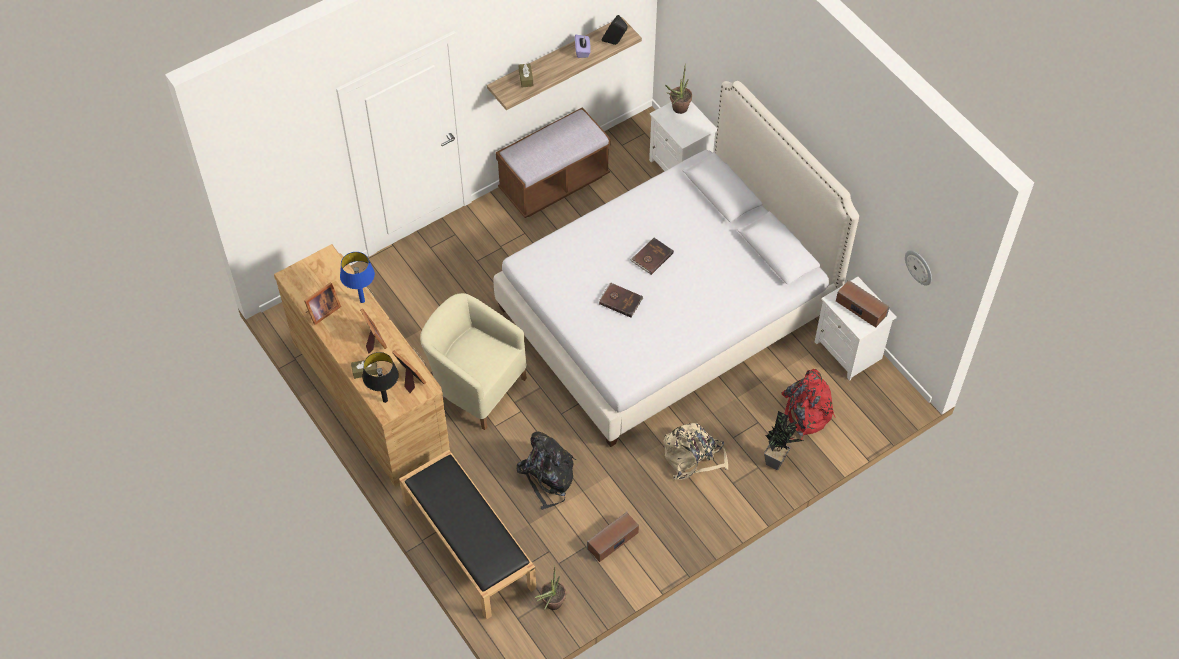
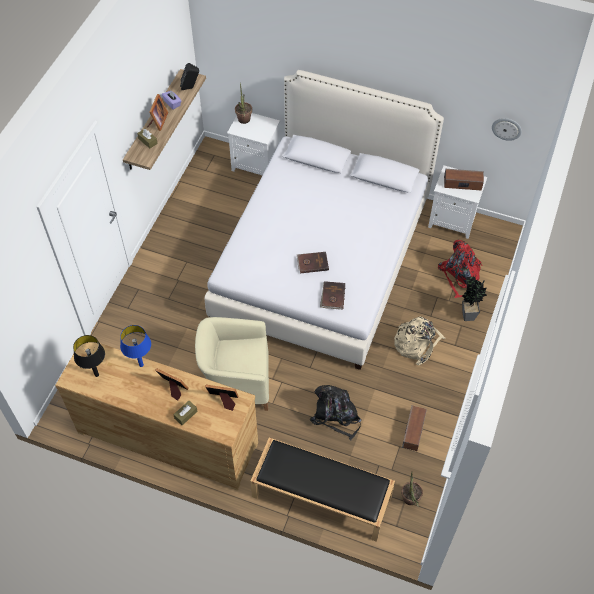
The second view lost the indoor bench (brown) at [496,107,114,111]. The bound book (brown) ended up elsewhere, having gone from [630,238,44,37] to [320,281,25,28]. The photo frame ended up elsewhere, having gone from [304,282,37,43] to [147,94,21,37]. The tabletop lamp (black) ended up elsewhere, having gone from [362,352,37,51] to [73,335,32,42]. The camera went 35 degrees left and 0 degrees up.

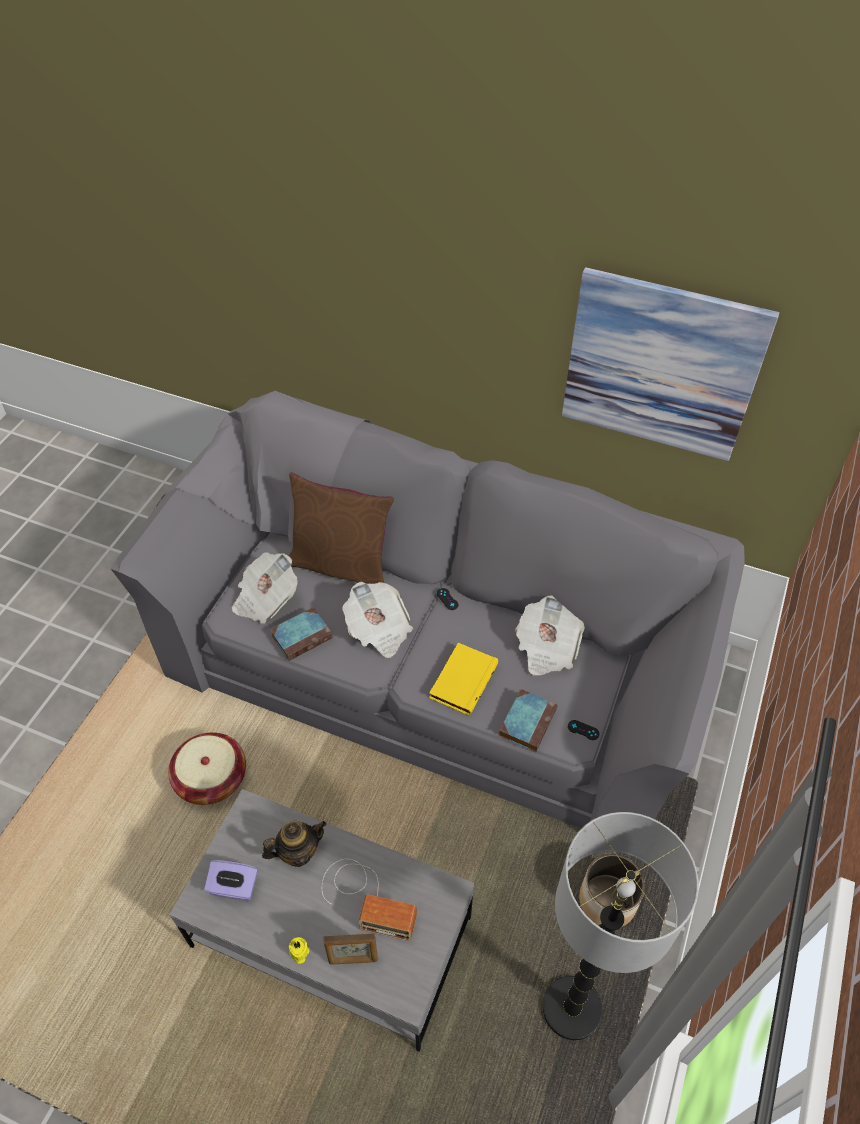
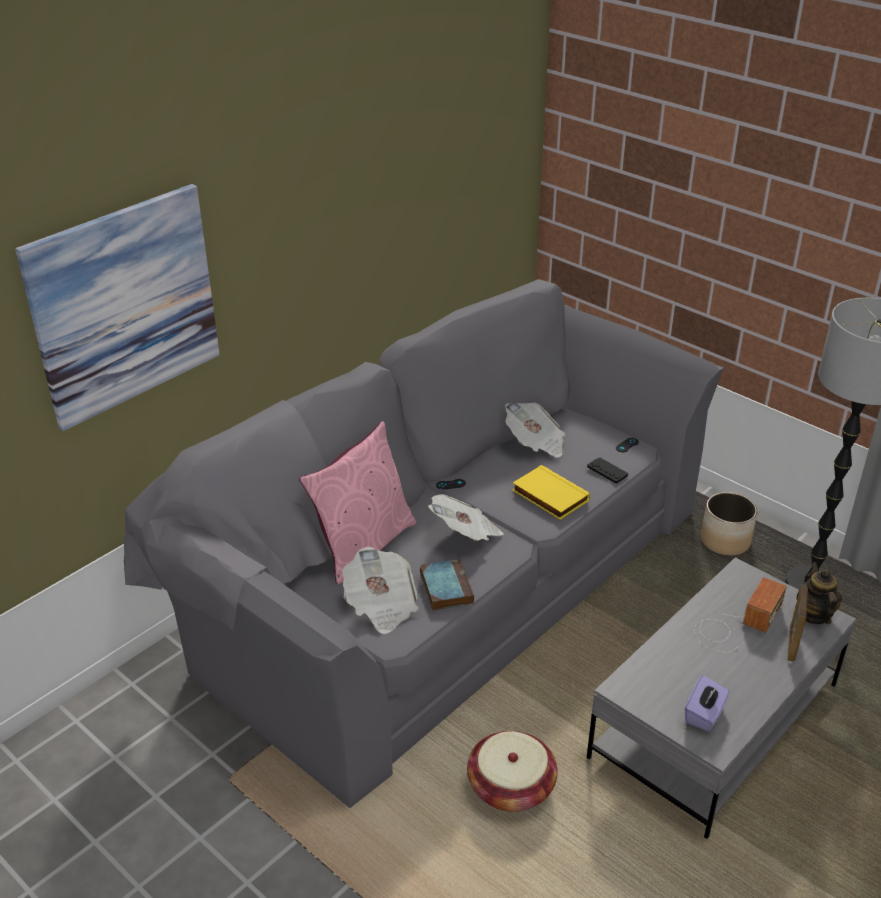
The wall art ended up elsewhere, having gone from [562,267,217,194] to [15,184,205,247]. What was the pillow (brown) at [289,472,105,112] turned into the pillow (pink) at [299,421,117,163]. Where the bound book stood at [499,689,58,63], the joypad (black) came to stand at [587,457,41,27]. The pot for tea ended up elsewhere, having gone from [262,821,64,46] to [796,562,46,62]. The second view lost the candle (yellow-coloured) at [289,937,20,27]. The camera went 70 degrees left and 15 degrees down.

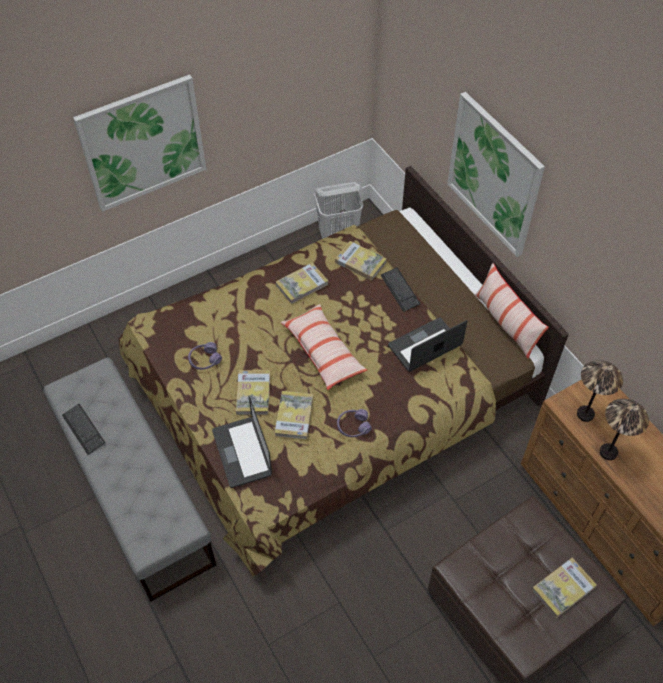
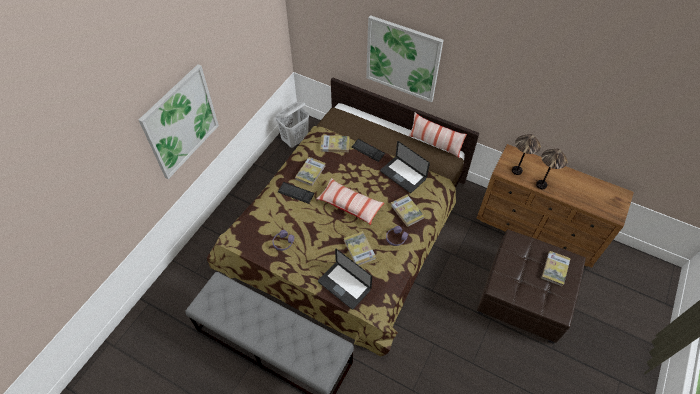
The notebook computer at [388,318,79,54] ended up facing another way, 75 degrees counterclockwise from before. The bound book ended up elsewhere, having gone from [236,370,34,45] to [391,195,33,32]. The computer keyboard ended up elsewhere, having gone from [62,404,43,51] to [278,182,36,22]. The camera went 30 degrees left and 0 degrees up.

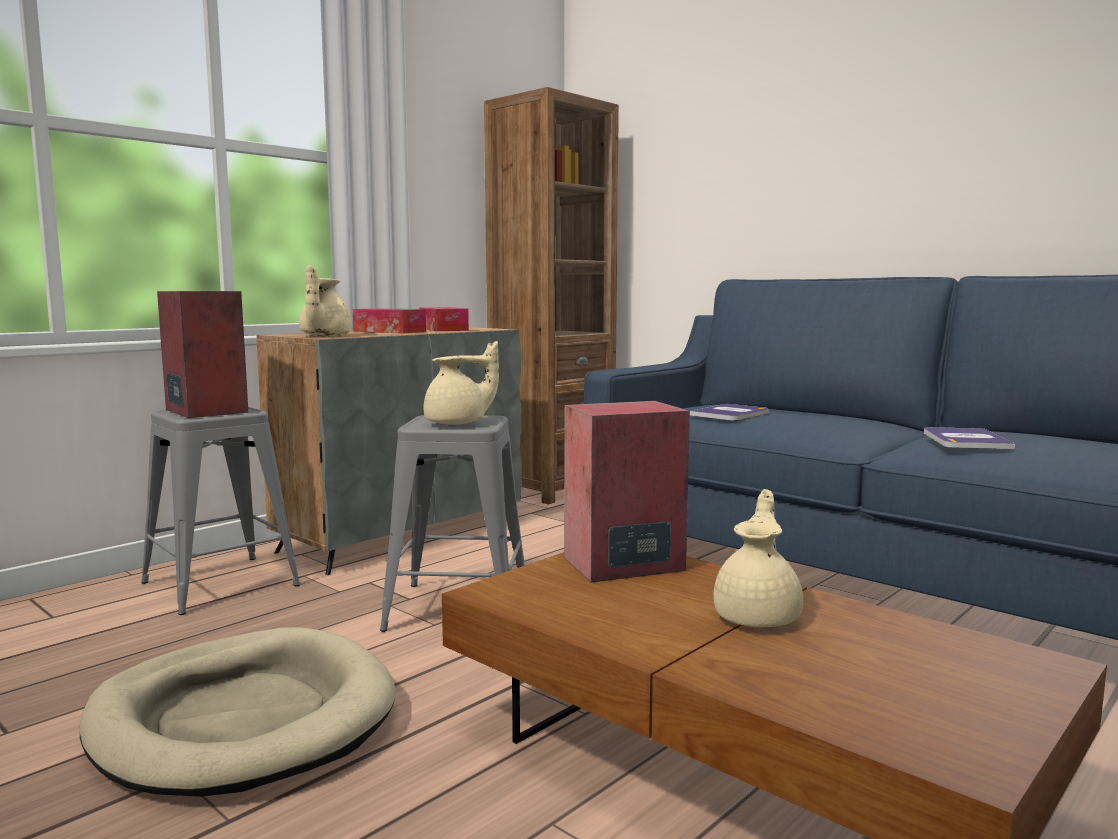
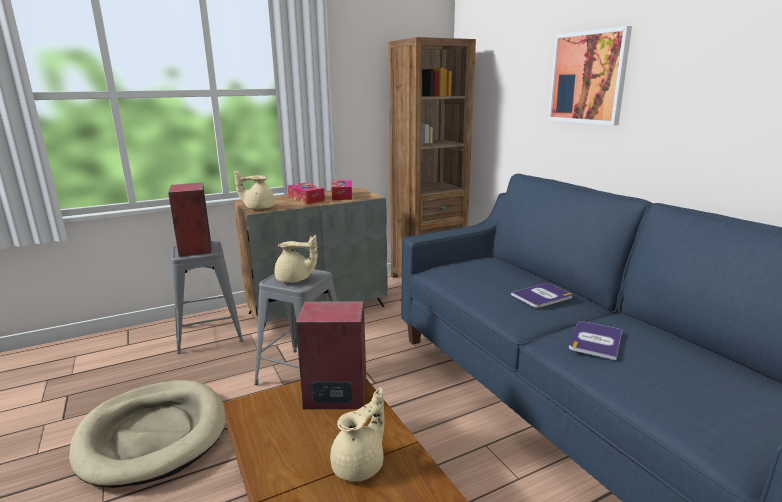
The pot for tea (beige-coloured) at [299,265,53,71] ended up facing another way, 60 degrees clockwise from before. The bound book ended up elsewhere, having gone from [690,404,79,17] to [511,283,61,25]. The second view gained the wall art at [548,26,84,100]. The camera went 20 degrees right and 10 degrees up.

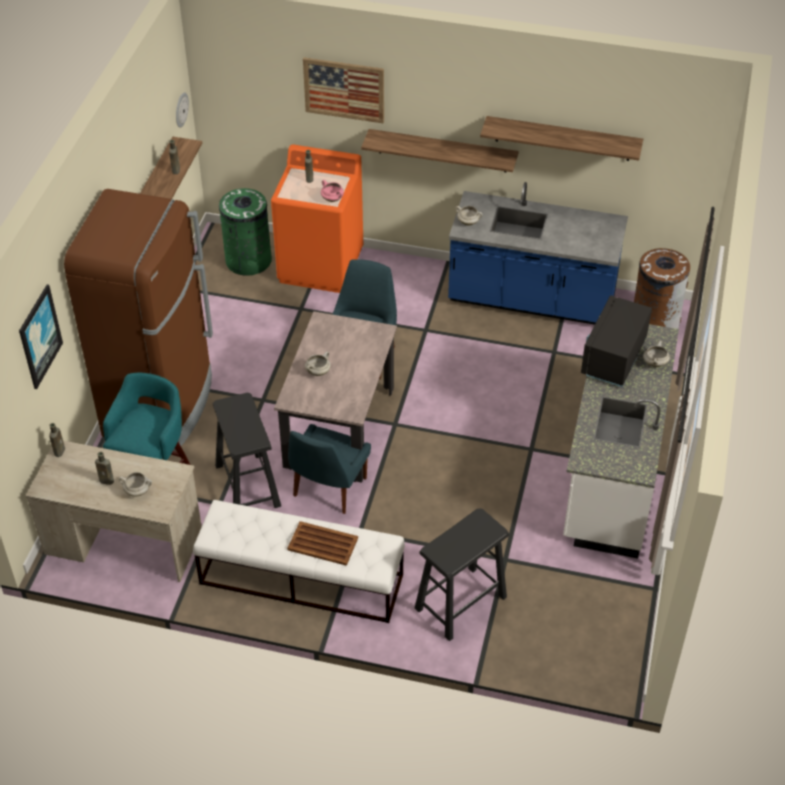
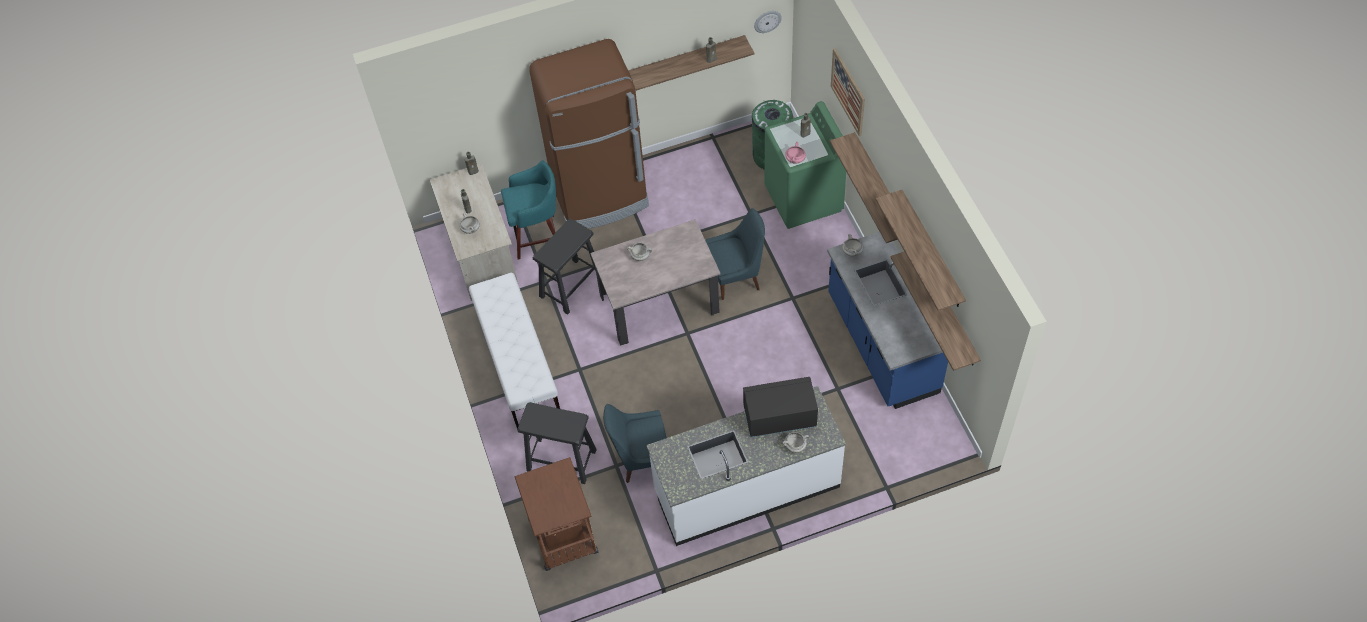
What was the laundry machine (orangey) at [271,145,92,148] turned into the laundry machine (green) at [764,101,82,128]. The second view lost the trash can (brown) at [634,248,56,81]. The second view lost the wall art at [19,284,44,105]. The upright chair (blue-coloured) ended up elsewhere, having gone from [288,424,83,90] to [603,404,63,79]. The second view lost the carrying tray (brown) at [287,521,71,45]. The second view gained the bracket shelf at [891,251,90,120]. The second view gained the cart (brown) at [514,457,84,114]. The camera went 60 degrees right and 10 degrees up.

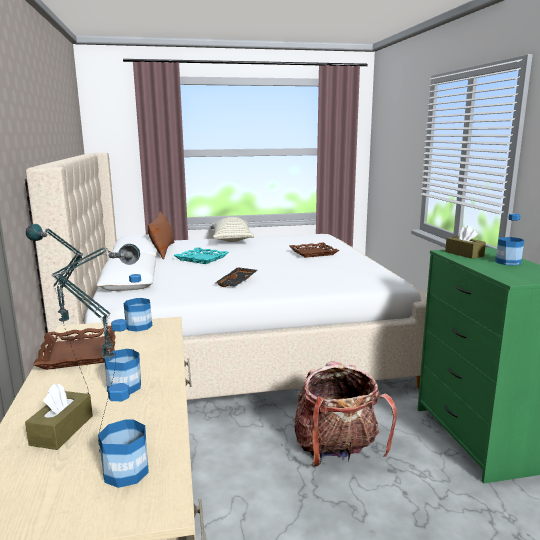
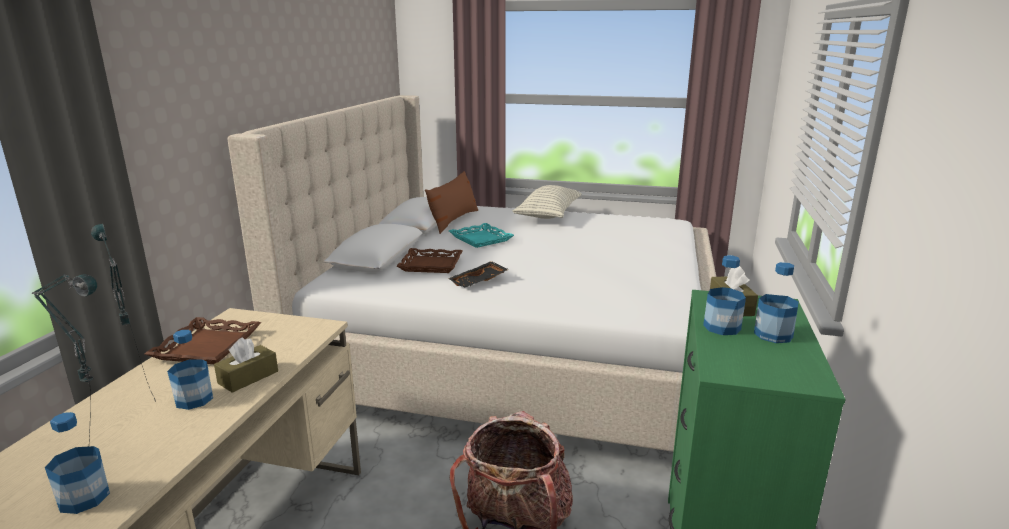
The carrying tray (brown) ended up elsewhere, having gone from [289,243,50,15] to [397,248,66,25]. The drink bottle ended up elsewhere, having gone from [124,274,28,58] to [703,255,43,80]. The tissue holder (brown) ended up elsewhere, having gone from [25,383,68,67] to [214,337,64,56]. The camera went 25 degrees right and 5 degrees up.

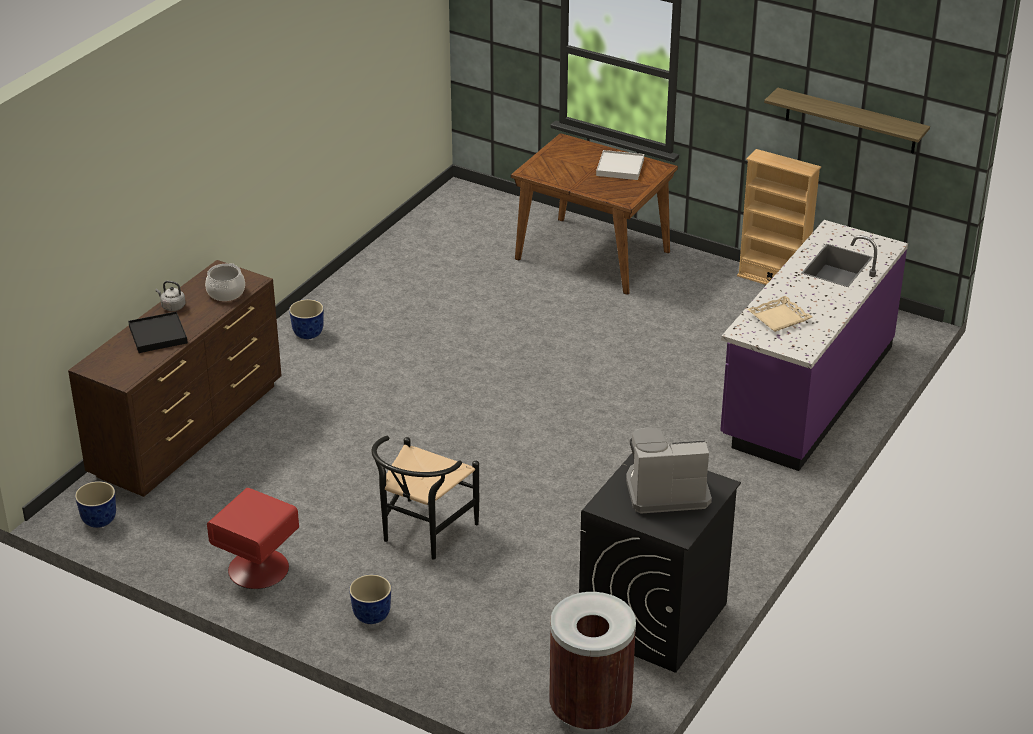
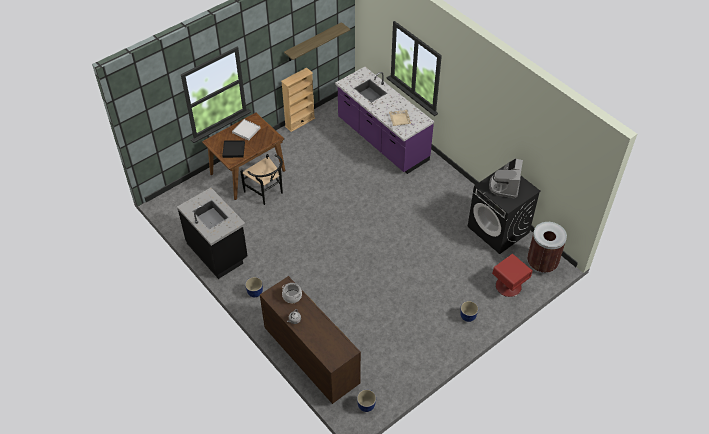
The carrying tray (black) ended up elsewhere, having gone from [128,311,60,42] to [222,140,23,18]. The upright chair (black) ended up elsewhere, having gone from [372,436,107,124] to [240,154,43,51]. The nightstand (reddish) ended up elsewhere, having gone from [207,488,92,101] to [492,254,41,43]. The second view gained the kitchen counter (black) at [177,188,71,91]. The camera went 70 degrees left and 15 degrees up.

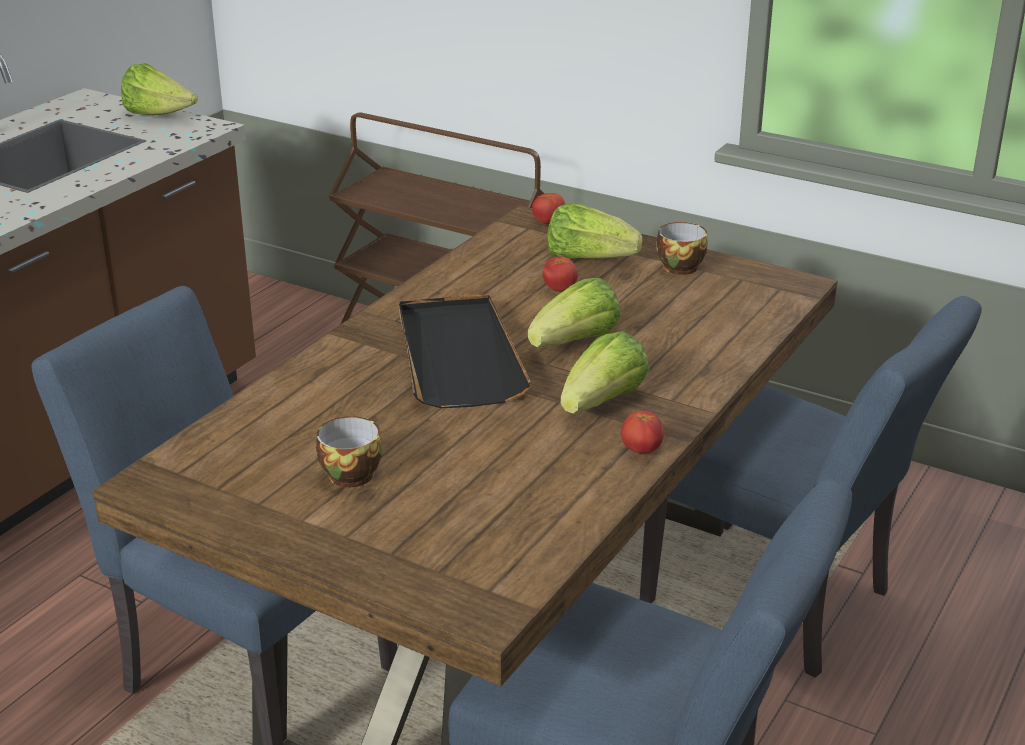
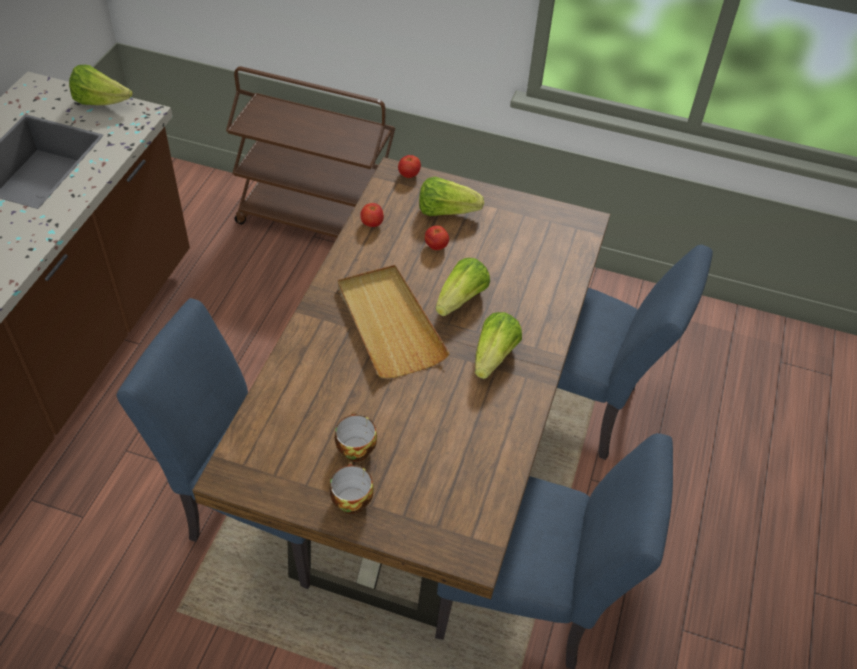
The cup ended up elsewhere, having gone from [657,222,51,53] to [329,462,45,52]. What was the carrying tray (black) at [399,294,133,114] turned into the carrying tray (beige-coloured) at [337,265,113,113]. The whole tomato ended up elsewhere, having gone from [621,411,43,43] to [360,203,24,24]. The camera went 15 degrees left and 20 degrees up.

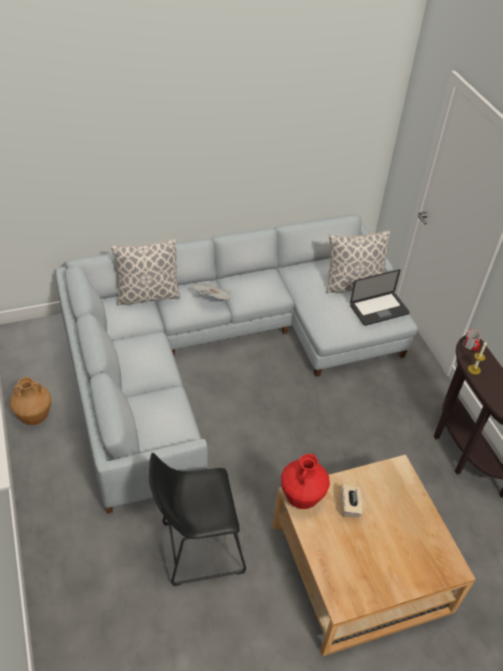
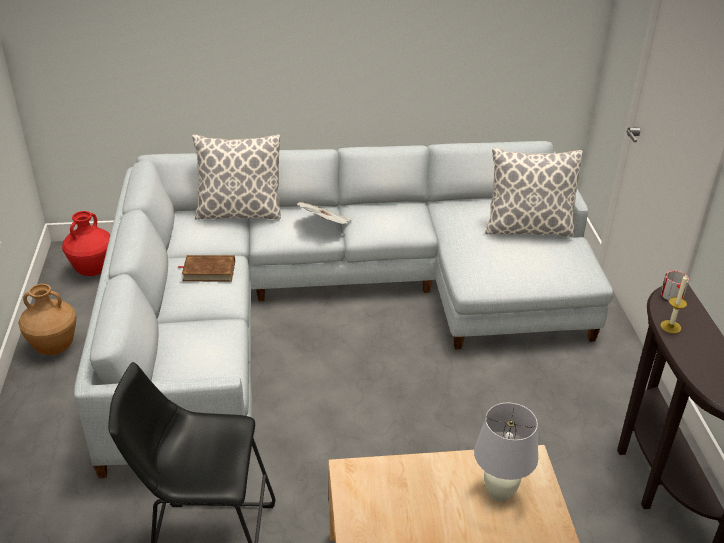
The second view lost the notebook computer at [350,269,60,57]. The decorative vase (reddish) ended up elsewhere, having gone from [281,453,49,56] to [62,211,48,65]. The second view lost the tissue holder (beige-coloured) at [341,484,22,33]. The second view gained the bound book (brown) at [178,255,57,26]. The second view gained the tabletop lamp (white) at [474,403,64,99]. The camera went 15 degrees right and 10 degrees down.

